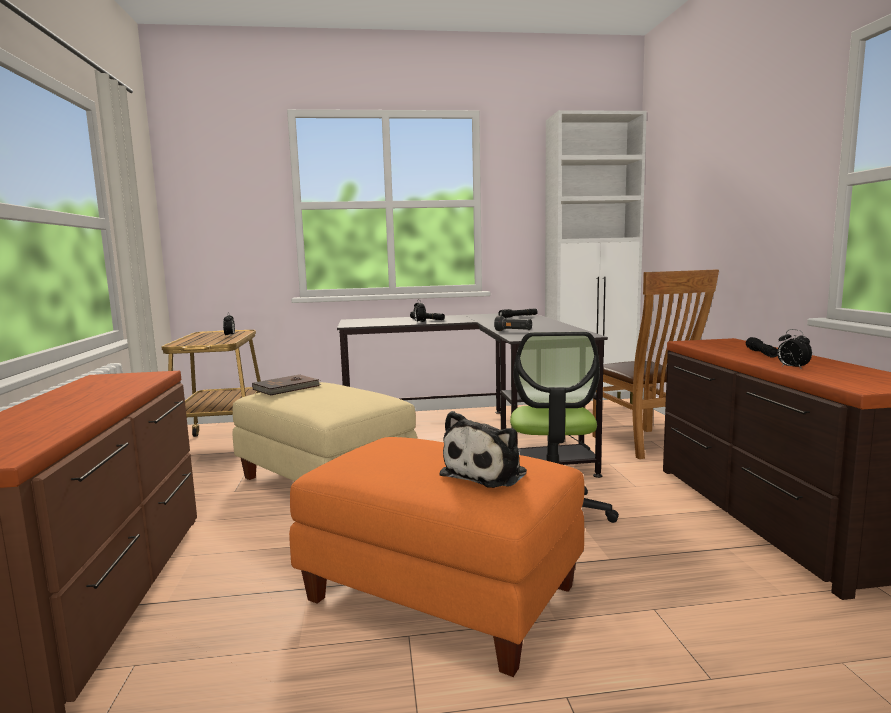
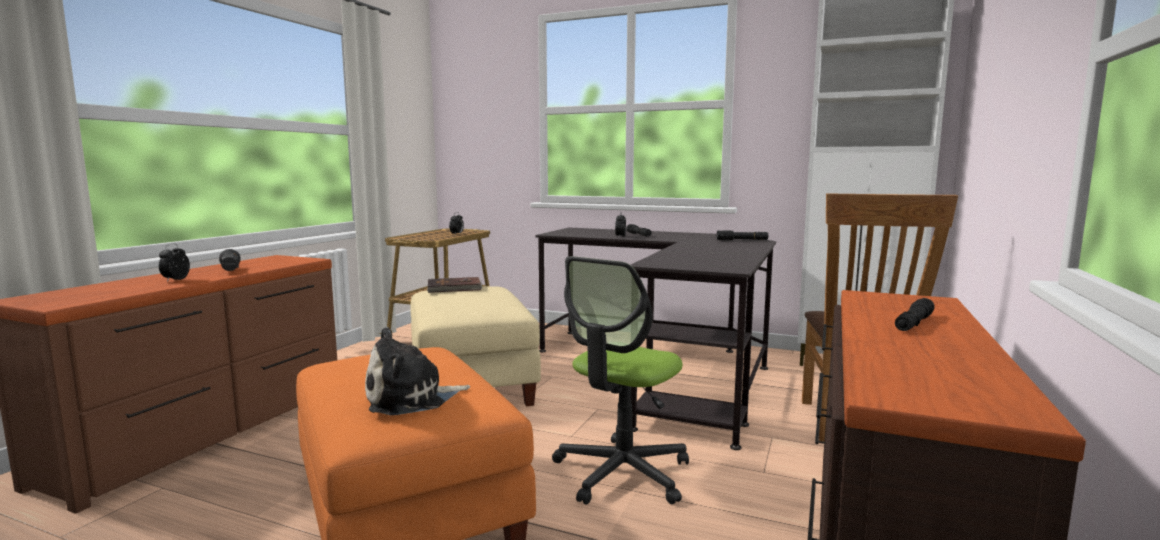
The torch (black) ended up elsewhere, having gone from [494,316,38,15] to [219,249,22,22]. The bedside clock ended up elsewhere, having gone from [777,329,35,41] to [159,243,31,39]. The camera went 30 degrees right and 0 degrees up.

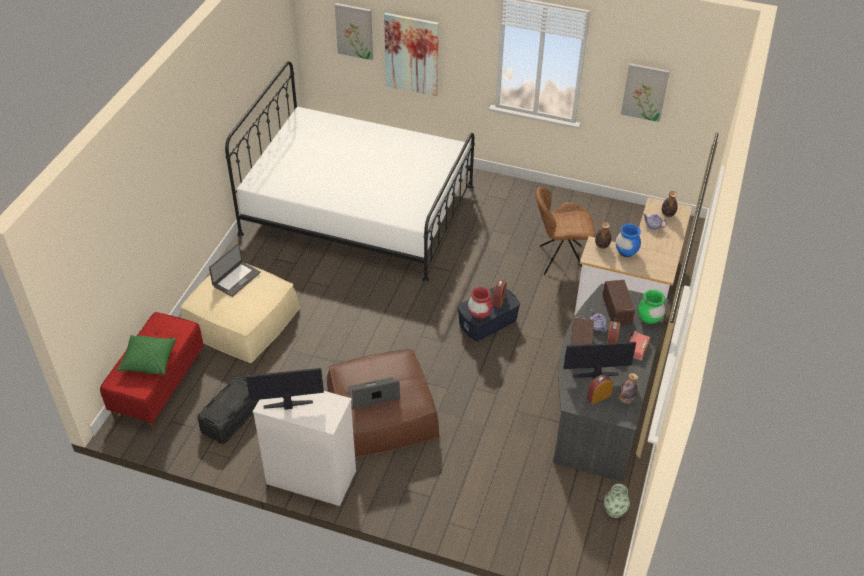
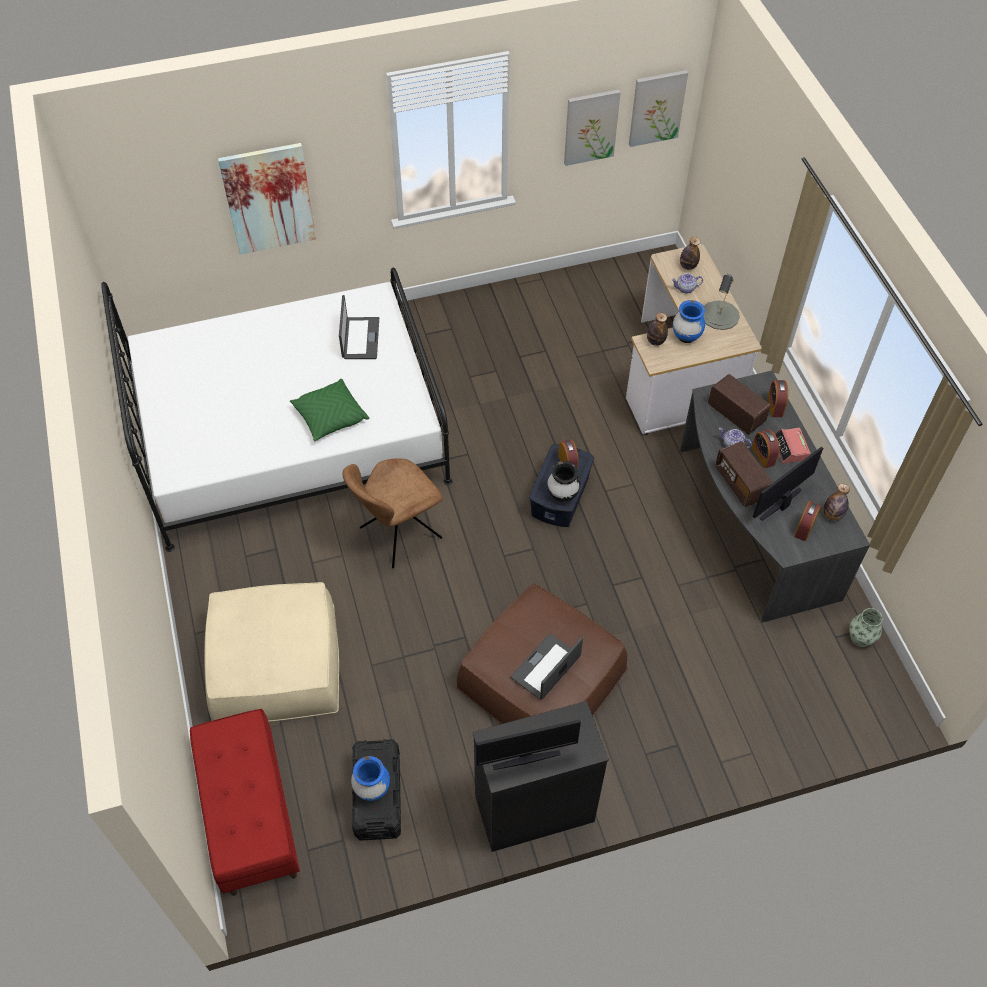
The wall art ended up elsewhere, having gone from [335,3,38,57] to [629,70,59,77]. The upright chair (brown) ended up elsewhere, having gone from [535,187,60,88] to [343,458,100,110]. The notebook computer ended up elsewhere, having gone from [209,244,52,53] to [339,295,40,64]. What was the decorative vase (reddish) at [468,287,25,33] turned into the decorative vase (black) at [547,461,33,41]. Where the decorative vase (green) stood at [638,290,27,35], the bedside clock came to stand at [768,380,20,37]. The pillow (green) ended up elsewhere, having gone from [116,335,60,40] to [290,379,80,62]. The computer screen at [246,368,78,42] ended up facing another way, 150 degrees counterclockwise from before. What was the dresser (white) at [253,391,103,115] turned into the dresser (black) at [472,701,137,151]. The second view gained the tabletop lamp (grey) at [703,274,37,56]. The second view gained the decorative vase (blue-coloured) at [351,756,39,45]. The camera went 35 degrees left and 10 degrees up.

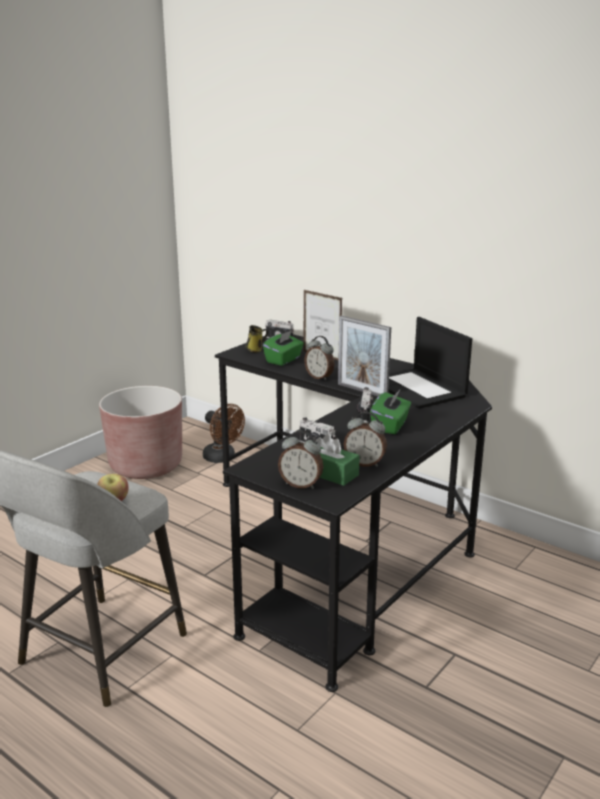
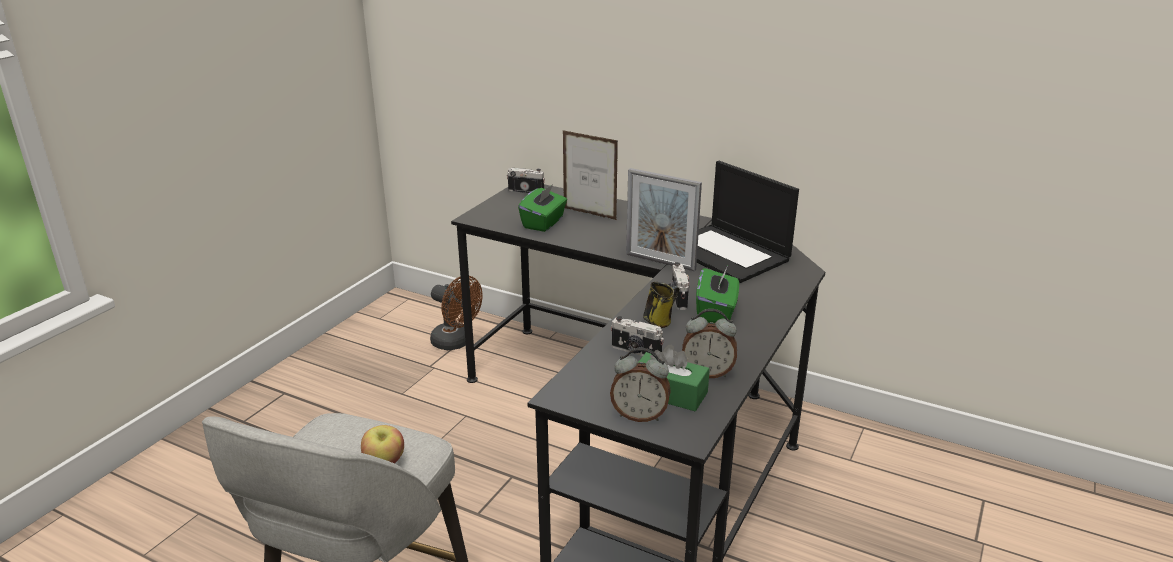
The coffee mug ended up elsewhere, having gone from [245,325,23,28] to [643,282,37,46]. The second view lost the bedside clock at [305,336,29,45]. The second view lost the planter (brown) at [99,386,83,93]. The camera went 10 degrees left and 5 degrees up.

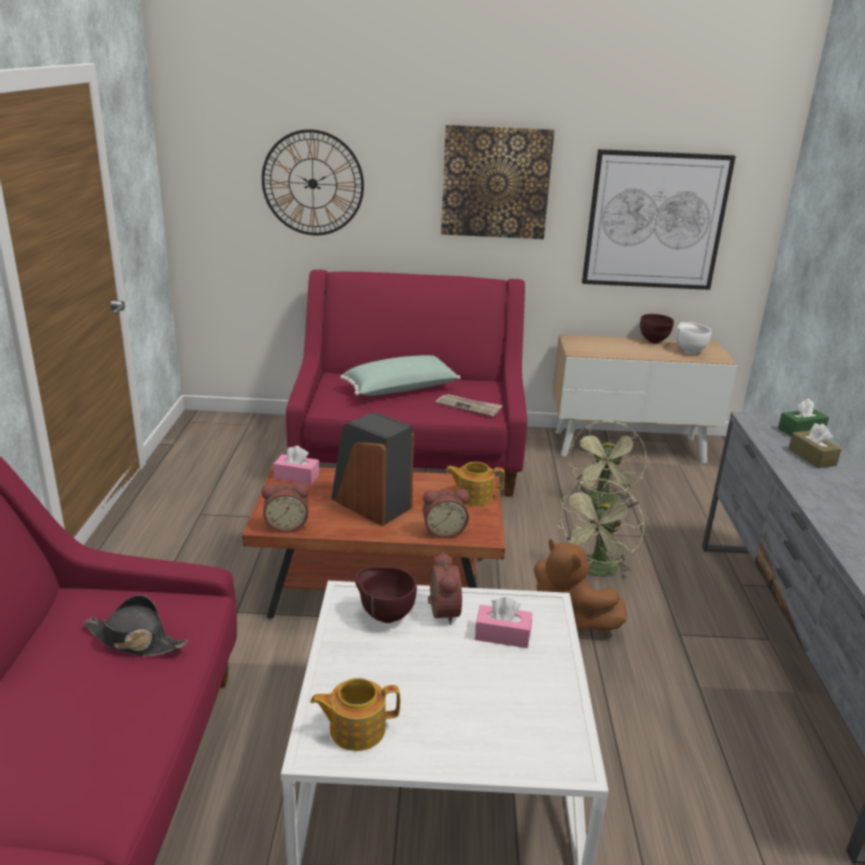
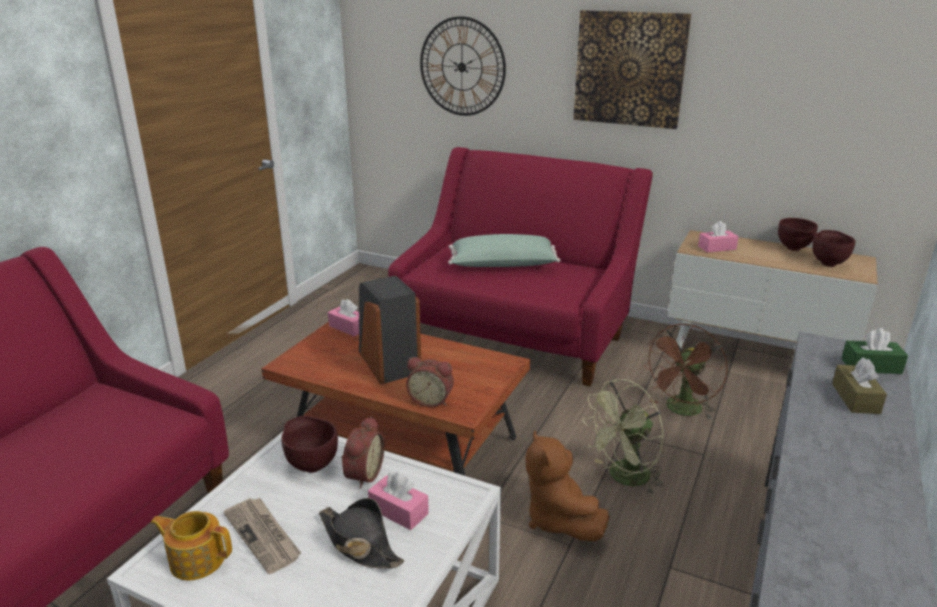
The second view lost the wall art at [582,149,154,141]. What was the bowl (white) at [676,322,36,32] turned into the bowl (brown) at [812,230,43,37]. The newspaper ended up elsewhere, having gone from [435,394,68,23] to [223,498,78,77]. What was the electric fan (green) at [569,421,78,85] turned into the electric fan (brown) at [643,324,84,96]. The second view lost the pot for tea at [446,462,58,44]. The second view lost the bedside clock at [262,483,47,49]. The wearable hat (black) ended up elsewhere, having gone from [83,595,105,61] to [319,498,85,70]. The second view gained the tissue holder (pink) at [698,221,41,32]. The camera went 25 degrees right and 0 degrees up.

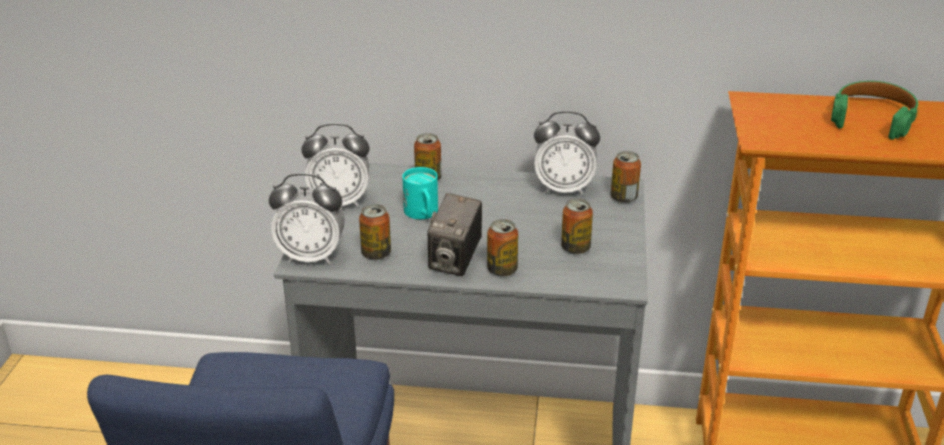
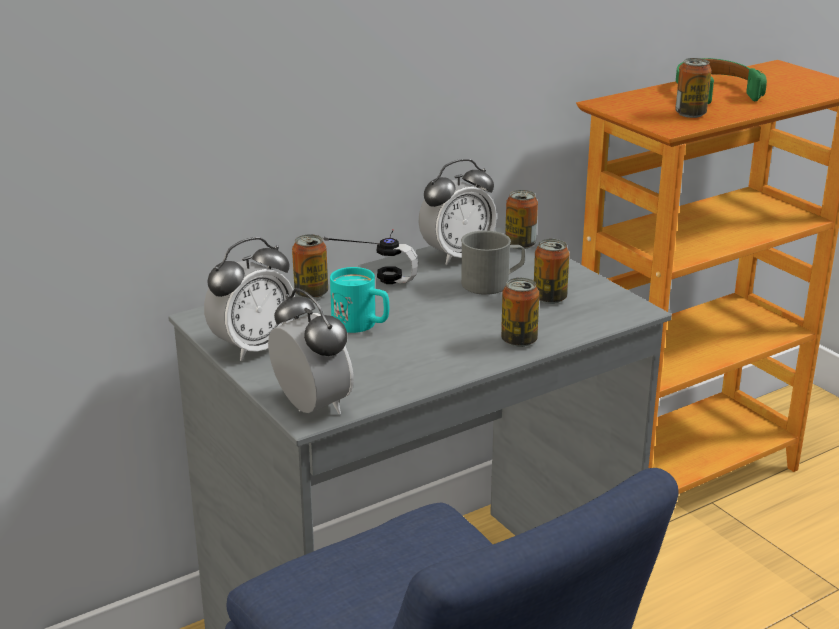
The bedside clock at [269,173,76,91] ended up facing another way, 90 degrees counterclockwise from before. The second view lost the still camera at [427,193,55,83]. The can ended up elsewhere, having gone from [359,204,32,56] to [675,58,37,60]. The second view gained the pair of headphones at [322,229,96,55]. The second view gained the coffee mug (grey) at [461,231,64,64]. The camera went 40 degrees left and 5 degrees down.

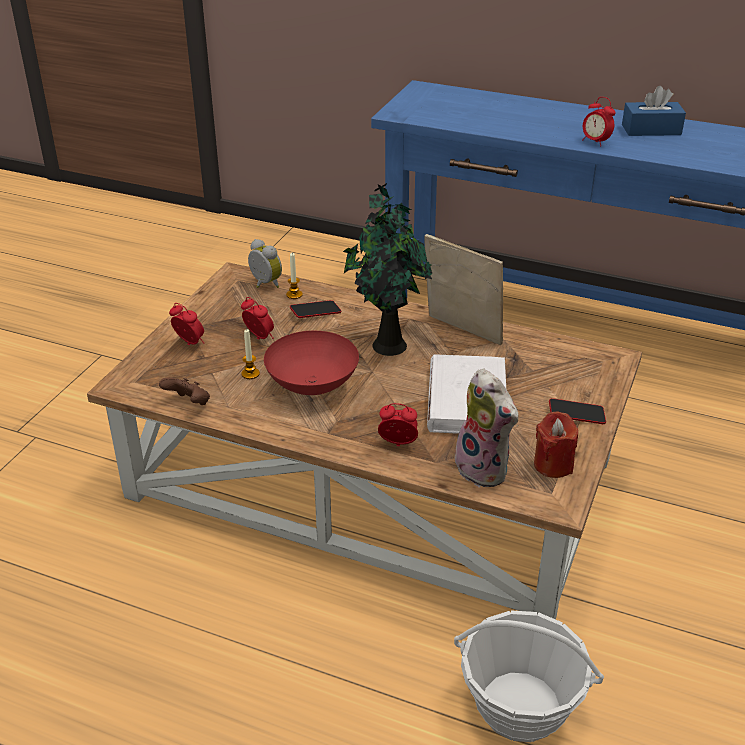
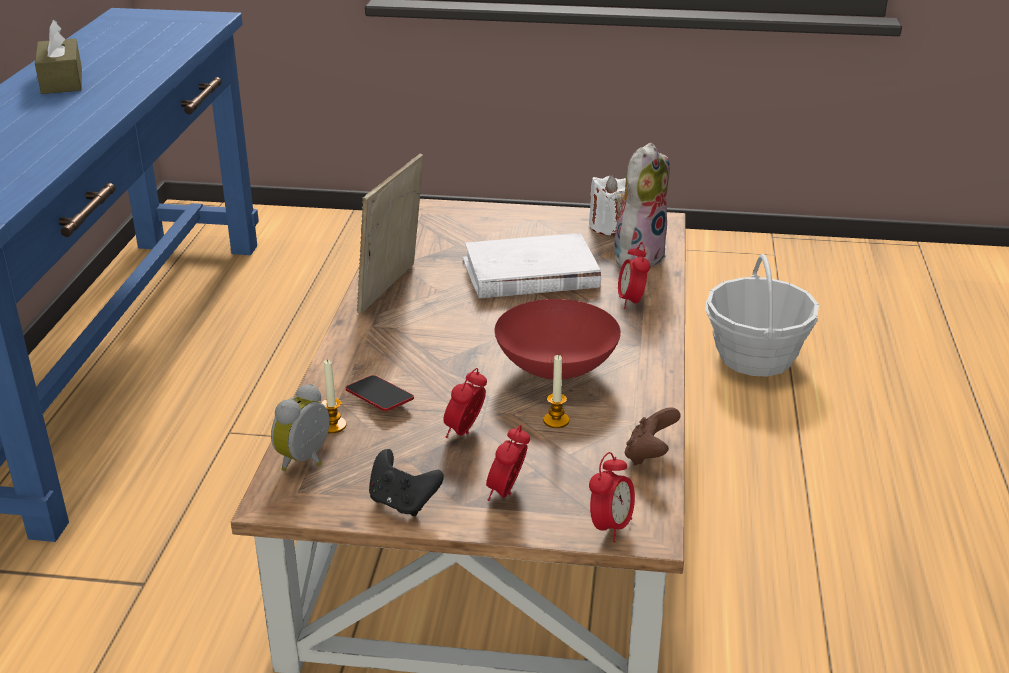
What was the tissue holder (blue-coloured) at [622,86,64,50] turned into the tissue holder (brown) at [35,20,47,74]. The bedside clock ended up elsewhere, having gone from [582,97,34,50] to [589,452,46,90]. The second view lost the houseplant at [343,183,89,173]. The second view lost the phone at [549,398,57,26]. What was the candle (reddish) at [534,411,44,67] turned into the candle (white) at [589,175,37,60]. The second view gained the joypad (black) at [369,449,75,67]. The camera went 105 degrees left and 5 degrees down.

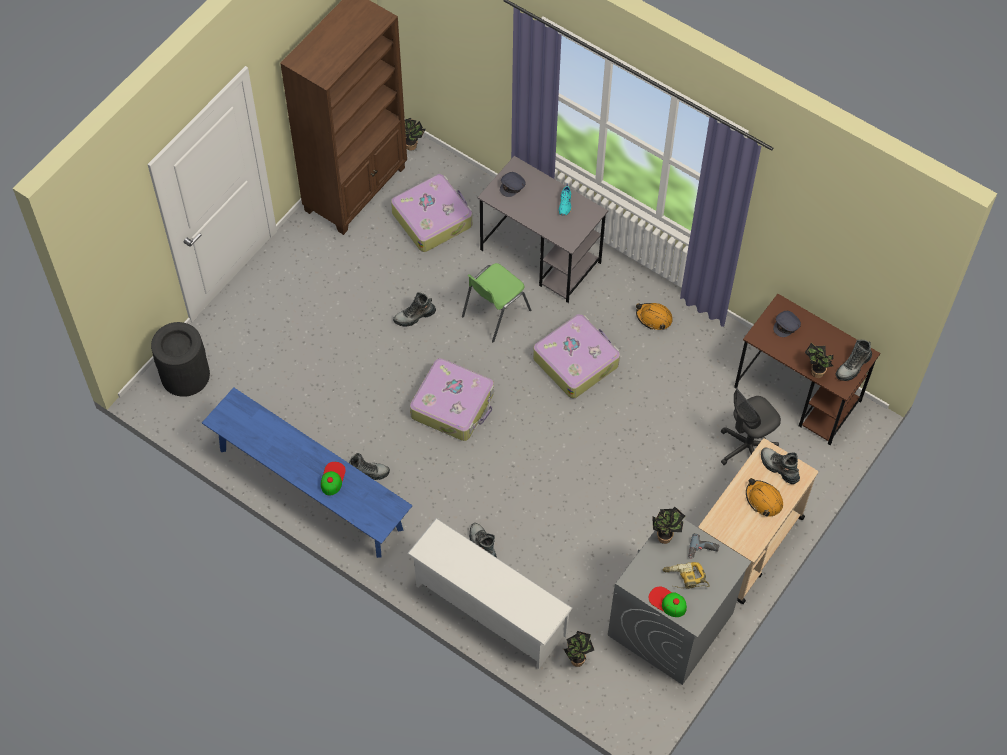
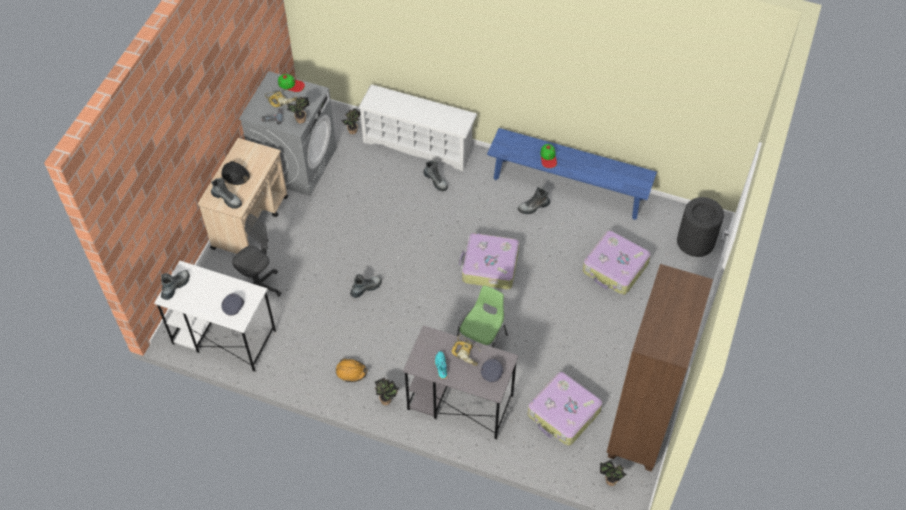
The high-top boot ended up elsewhere, having gone from [393,292,43,35] to [350,274,32,24]. What was the desk table (brown) at [734,294,147,151] turned into the desk table (white) at [154,261,122,111]. The piece of luggage ended up elsewhere, having gone from [533,314,87,84] to [582,230,69,65]. The houseplant ended up elsewhere, having gone from [805,343,30,35] to [375,377,24,28]. What was the work helmet (orangey) at [746,478,37,39] turned into the work helmet (black) at [221,161,29,24]. The second view gained the electric drill at [451,335,30,31]. The camera went 165 degrees right and 5 degrees down.

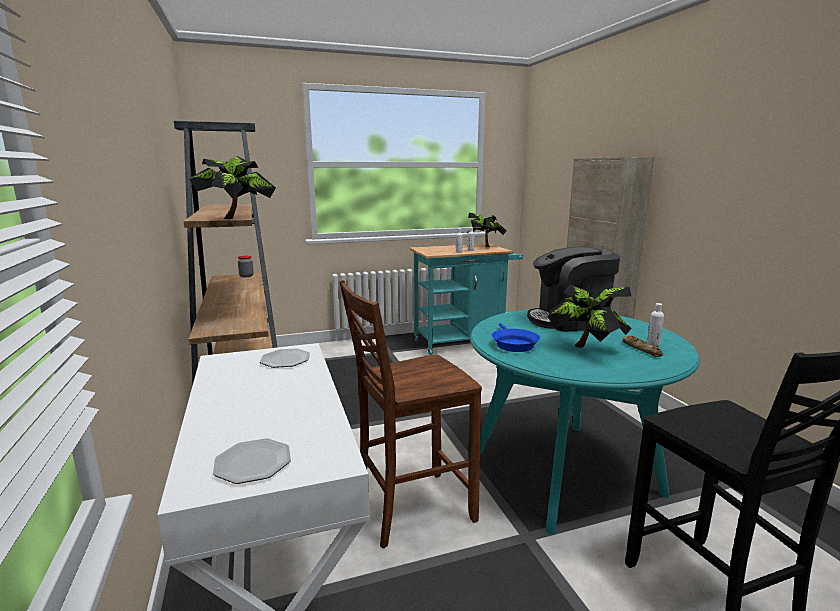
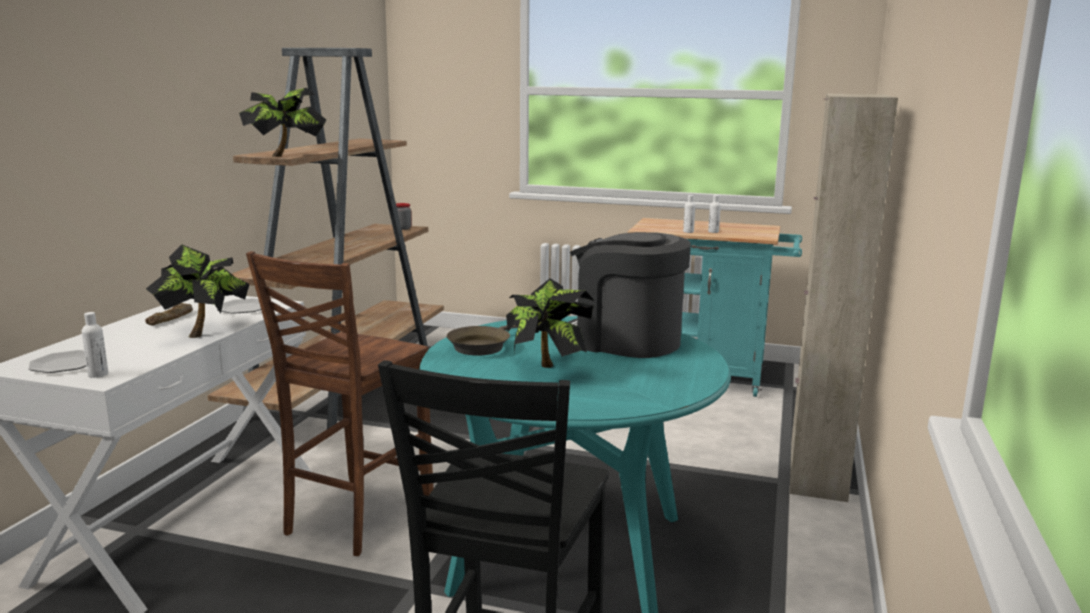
The houseplant ended up elsewhere, having gone from [467,213,40,34] to [146,244,103,94]. The upright chair (brown) at [339,280,143,268] ended up facing another way, 75 degrees counterclockwise from before. The drink bottle (white) ended up elsewhere, having gone from [647,303,17,43] to [82,312,26,66]. What was the frying pan (blue-coloured) at [492,323,48,29] turned into the frying pan (brown) at [447,325,71,30]. The bakery bread ended up elsewhere, having gone from [622,336,41,21] to [145,303,48,22]. The camera went 35 degrees right and 0 degrees up.

